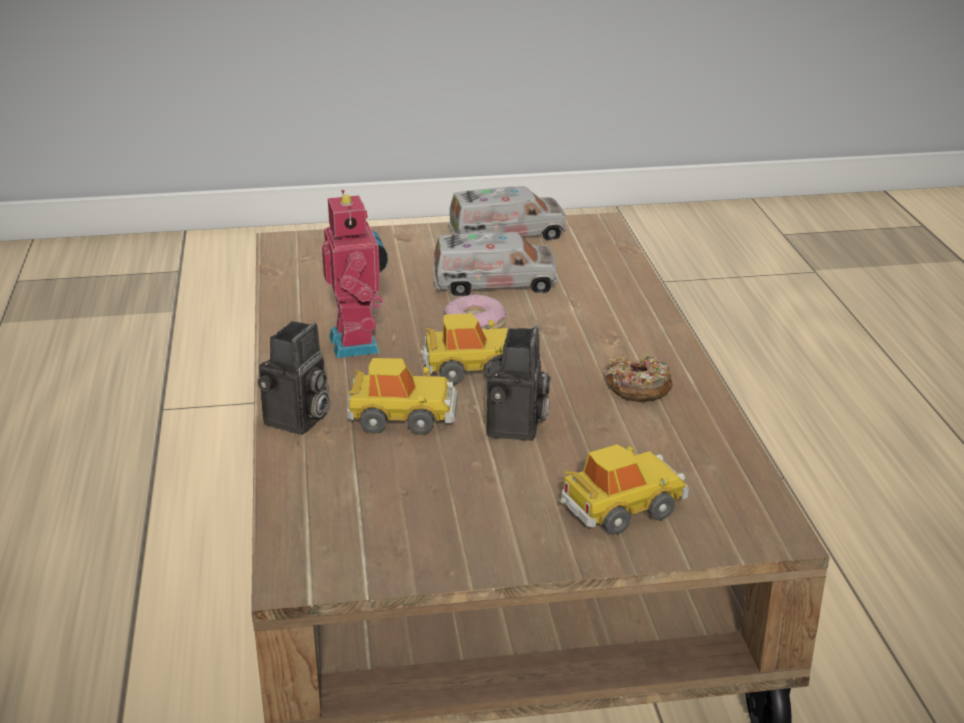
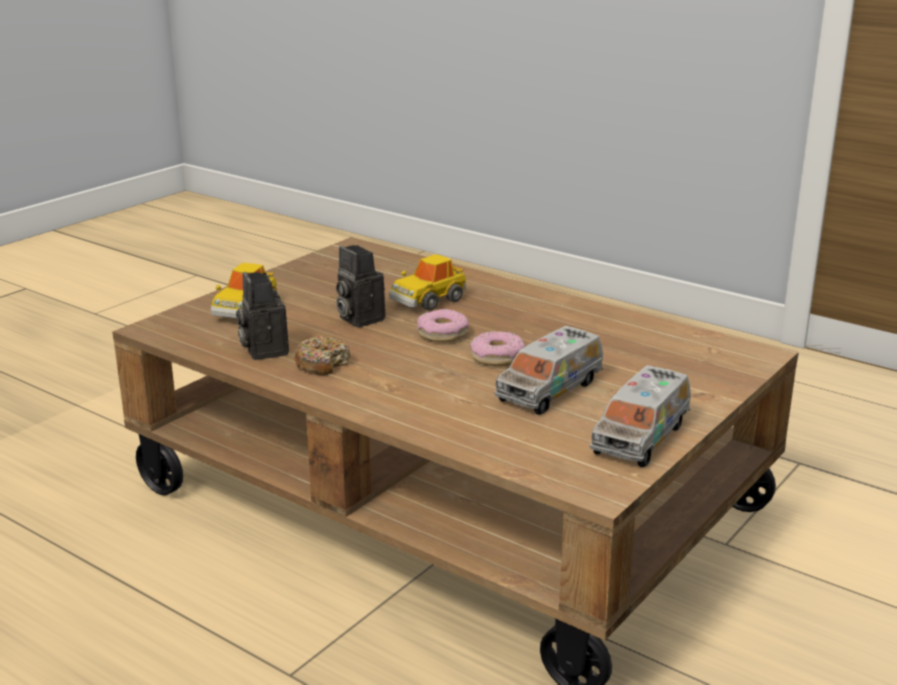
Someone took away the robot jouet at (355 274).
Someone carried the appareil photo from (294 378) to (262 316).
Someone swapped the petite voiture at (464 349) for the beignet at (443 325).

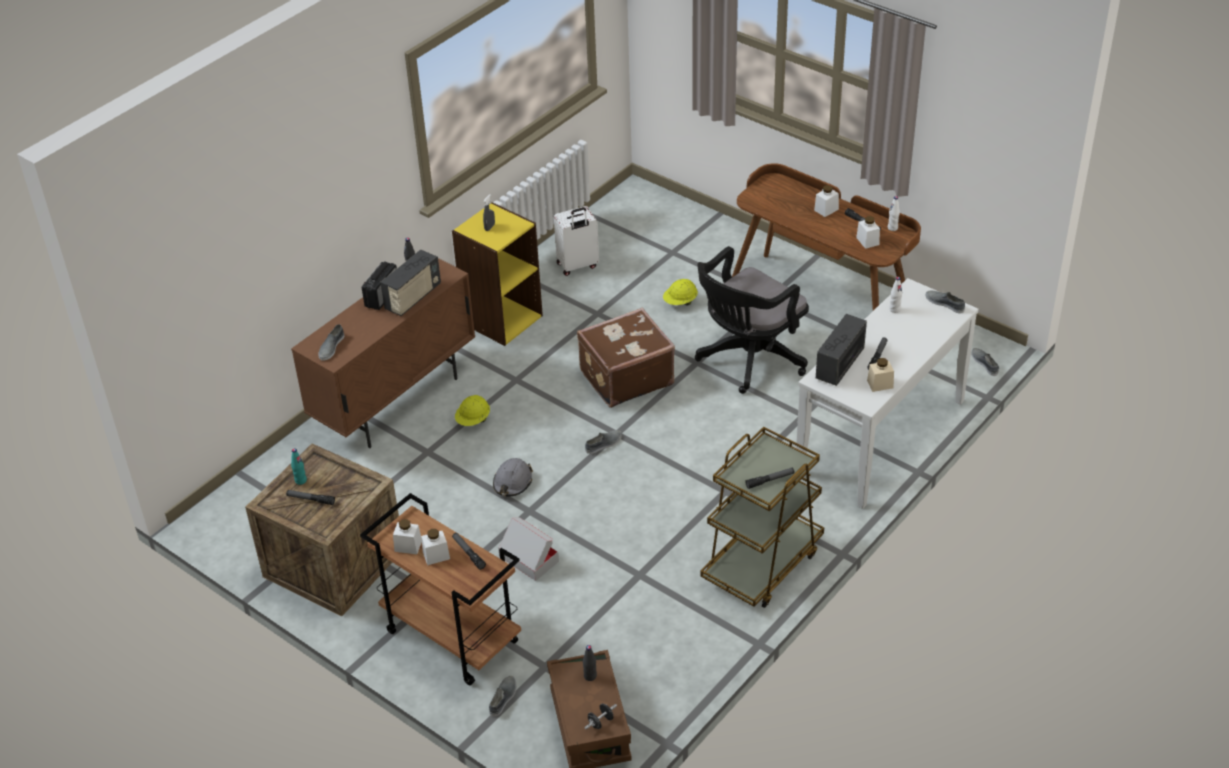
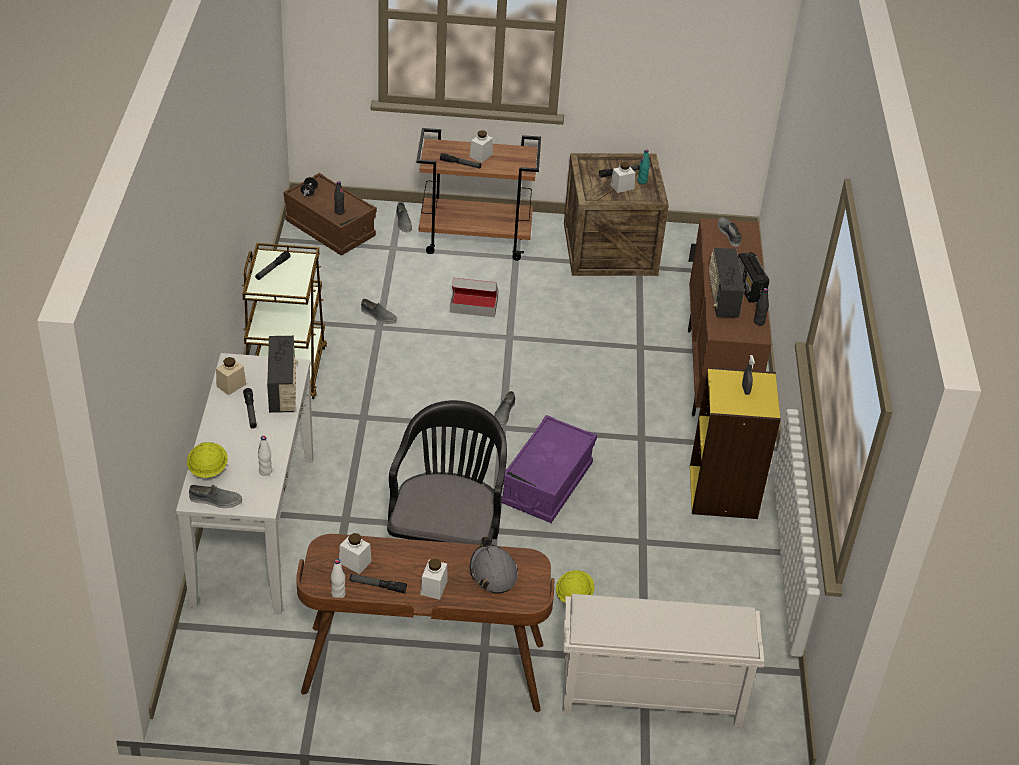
Someone took away the valise [blanc] at (576 241).
Someone put down the étagère à chaussures [blanc] at (663 661).
Someone carried the bocal [blanc] from (407 536) to (622 177).
Someone carried the casque de chantier [jaune] from (472 410) to (207 460).
Someone carried the casque de chantier [gris] from (513 477) to (494 565).
Someone carried the chaussure [gris] from (985 362) to (379 311).
Someone swapped the valise [marron] at (626 358) for the boîte de rangement [violet] at (549 469).

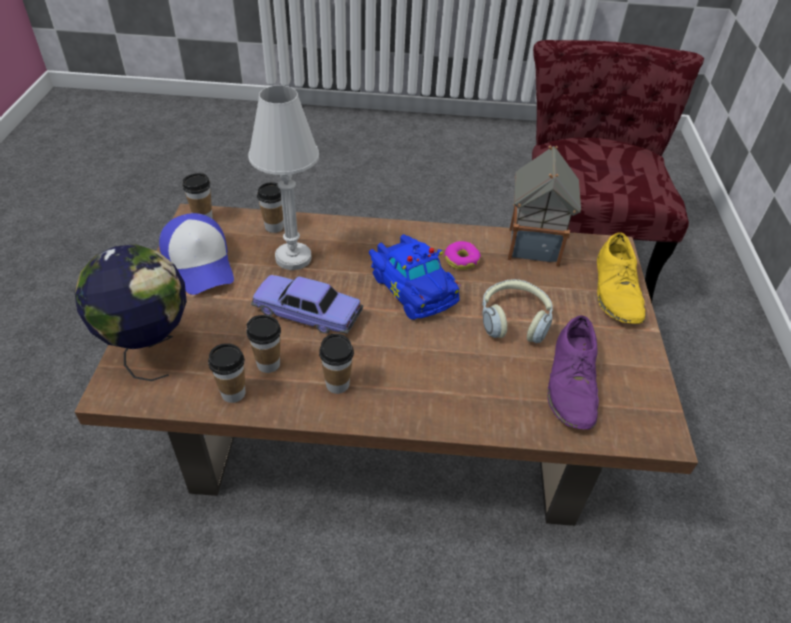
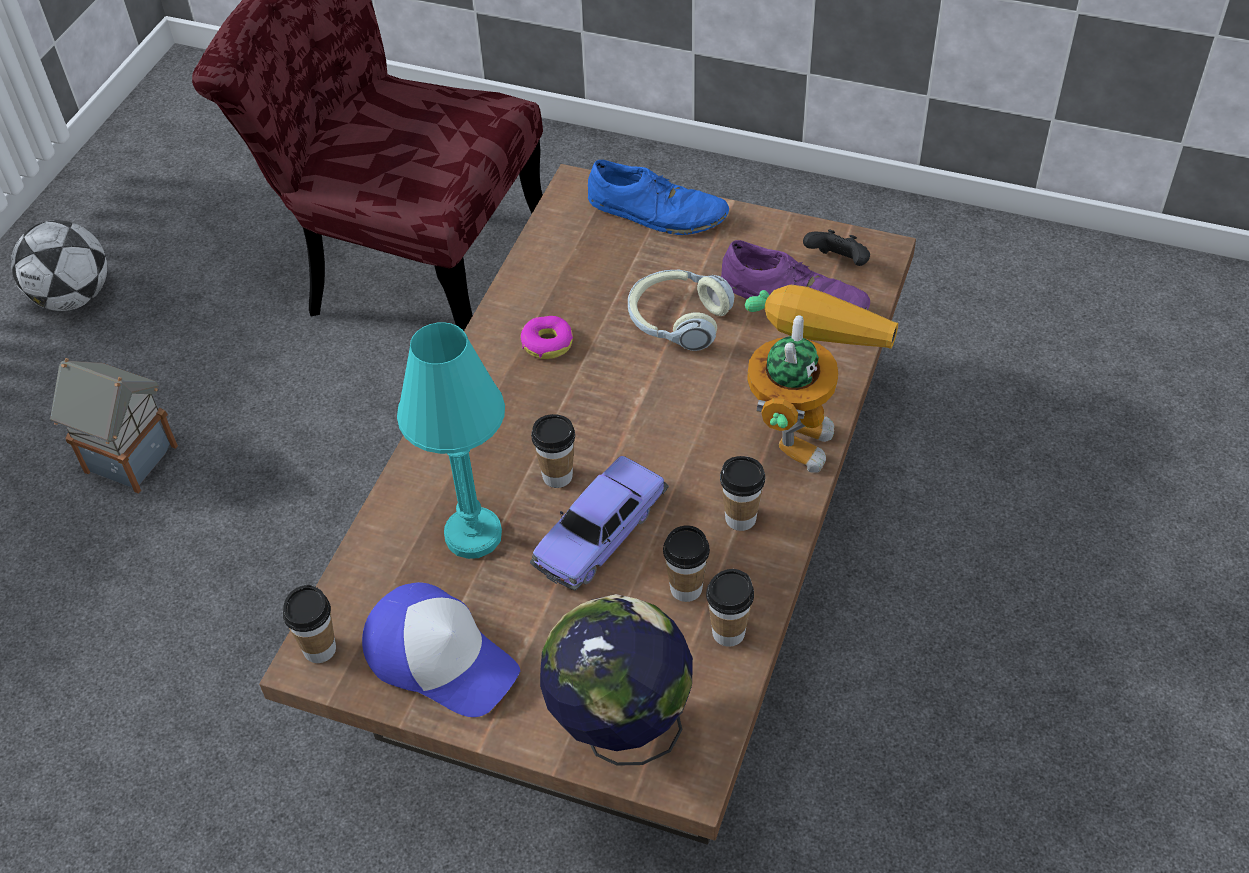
Someone took away the petite voiture [bleu] at (415 277).
Someone put down the ballon de foot at (59 265).
Someone put down the robot jouet at (821 379).
Someone put down the manette [noir] at (836 247).
Someone carried the tasse from (270 207) to (553 451).
Someone carried the maison miniature from (544 206) to (114 426).
Someone repainted the lampe de table [blanc] at (283 177), which became the lampe de table [turquoise] at (451 440).
Someone repainted the chaussure [jaune] at (621 278), which became the chaussure [bleu] at (658 197).
Someone rotated the casquette at (196 254) by 45 degrees clockwise.

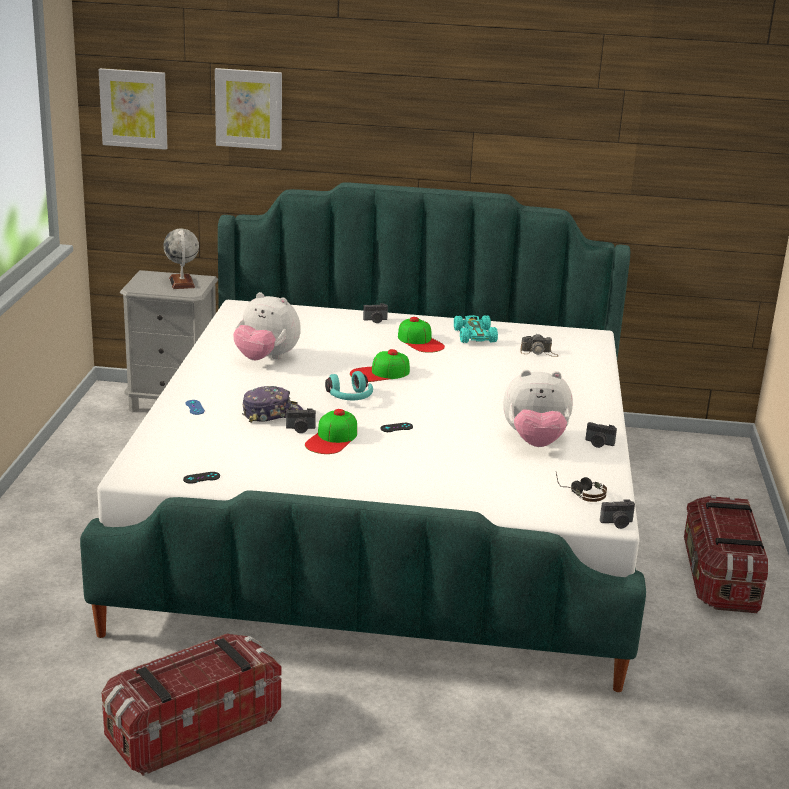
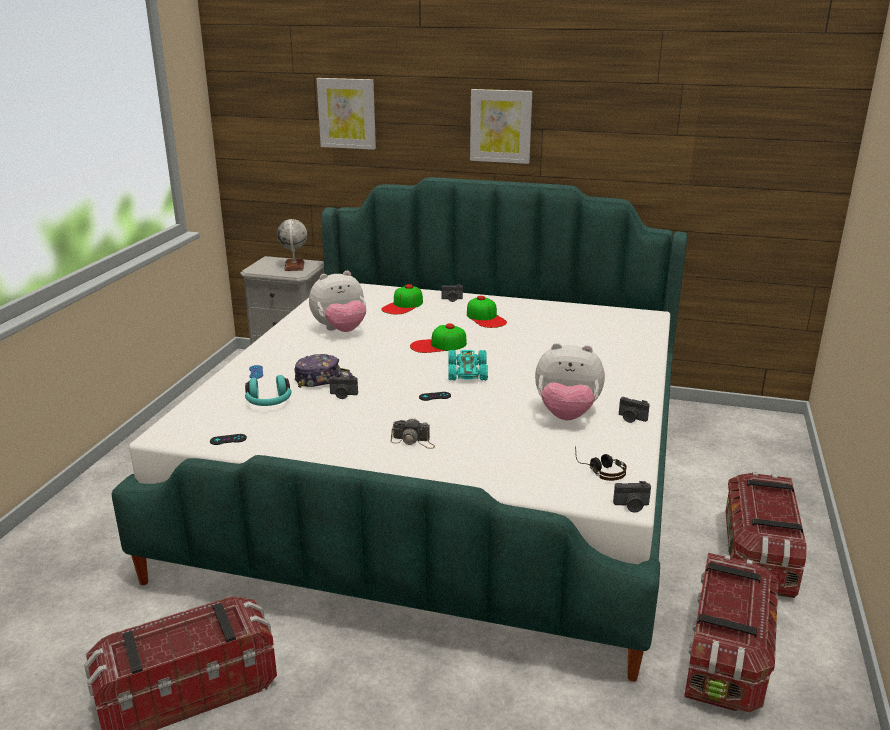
Someone put down the boîte de rangement at (731 633).
Someone carried the tableau from (133 109) to (501 126).
Someone carried the casquette from (331 431) to (402 299).
Someone carried the casque audio [turquoise] from (349 385) to (268 390).
Someone carried the petite voiture [turquoise] from (476 329) to (468 365).
Someone carried the appareil photo from (539 345) to (412 433).
Someone rotated the peluche at (267 326) by 60 degrees counterclockwise.

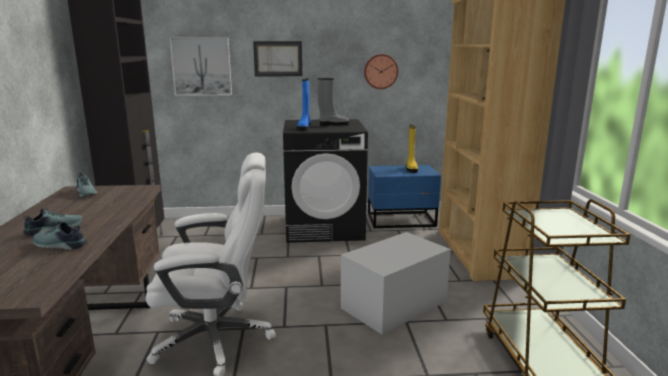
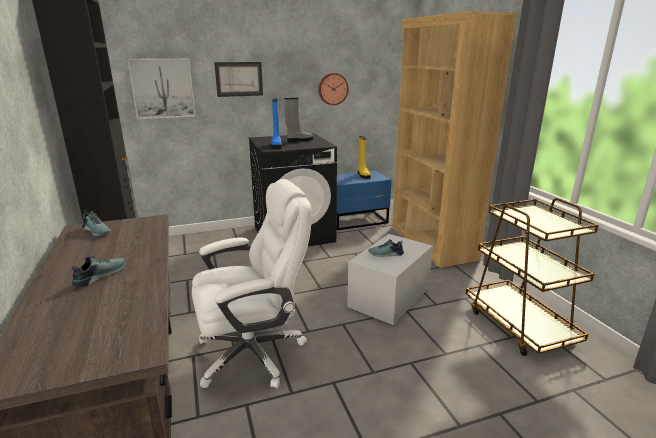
Someone carried the chaussure from (60 235) to (386 248).

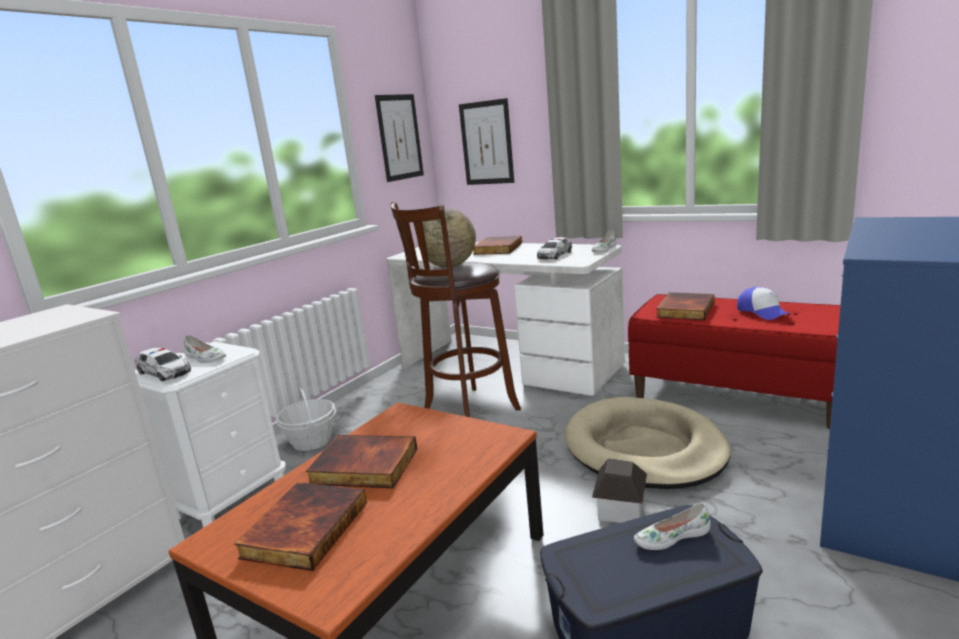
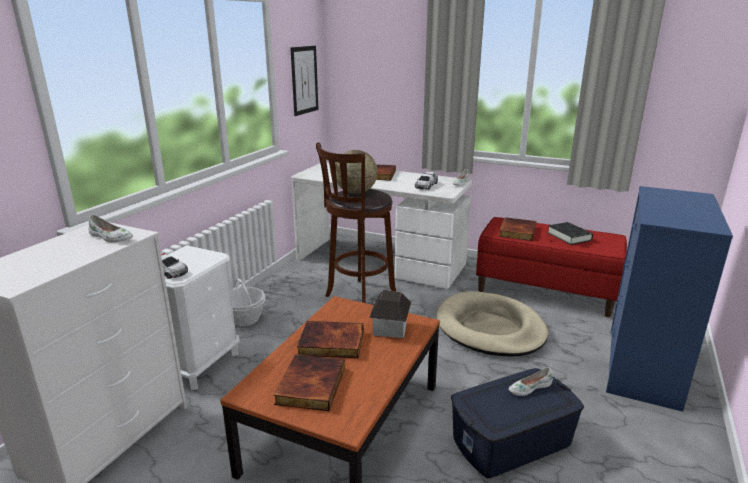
Someone took away the tableau at (486 141).
Someone carried the chaussure [blanc] from (205 349) to (110 228).
Someone carried the maison miniature from (619 490) to (390 314).
Someone swapped the casquette at (764 303) for the livre [noir] at (570 233).

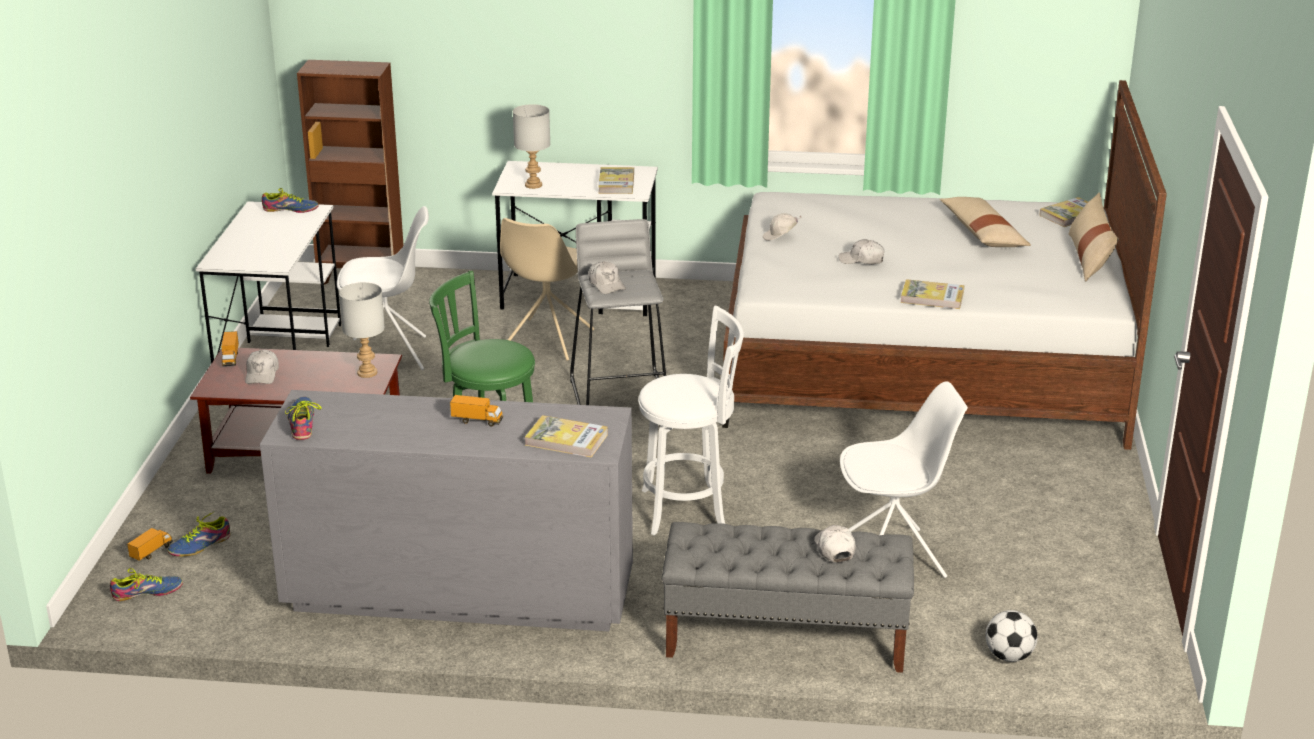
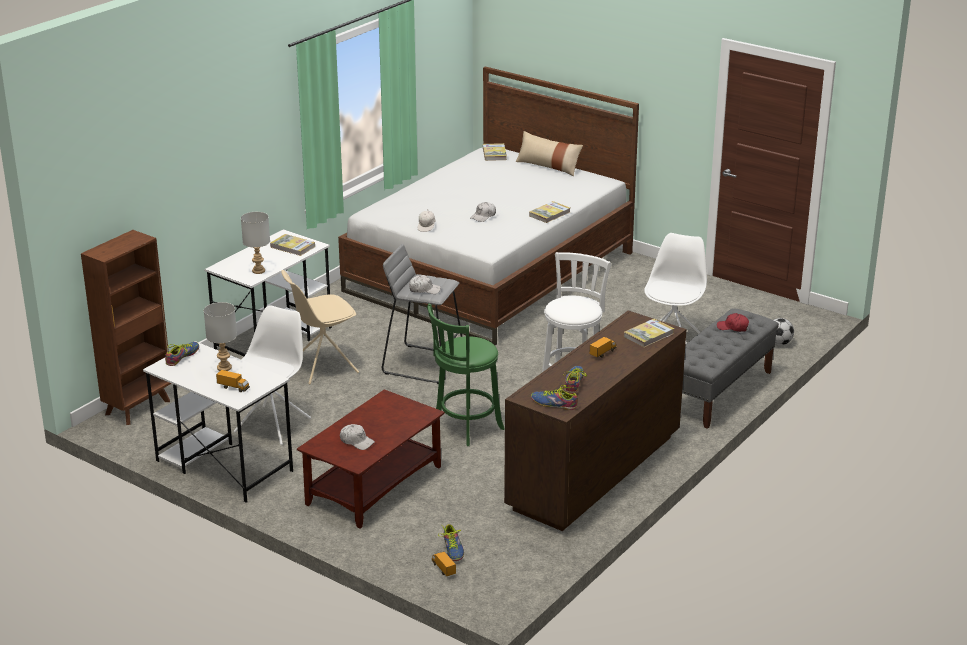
Someone took away the coussin [beige] at (985 222).
Someone carried the chaussure from (146 584) to (575 380).
Someone carried the camion jouet from (230 348) to (233 381).
Someone carried the lampe de table [gris] from (362 330) to (220 336).
Someone repainted the commode [gris] at (446 510), which became the commode [marron] at (595 420).
Someone repainted the casquette [blanc] at (835 543), which became the casquette [rouge] at (733 322).
Someone rotated the chaise [beige] at (547 289) by 105 degrees clockwise.

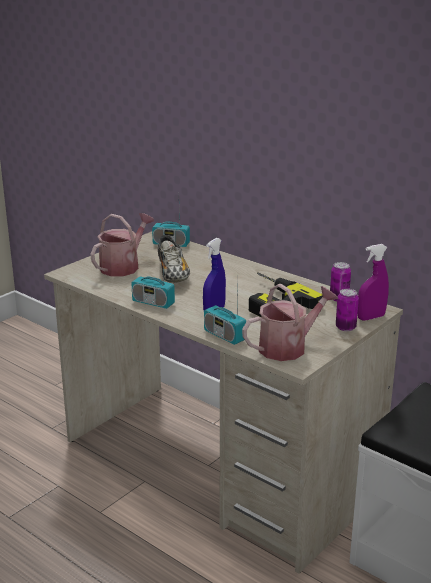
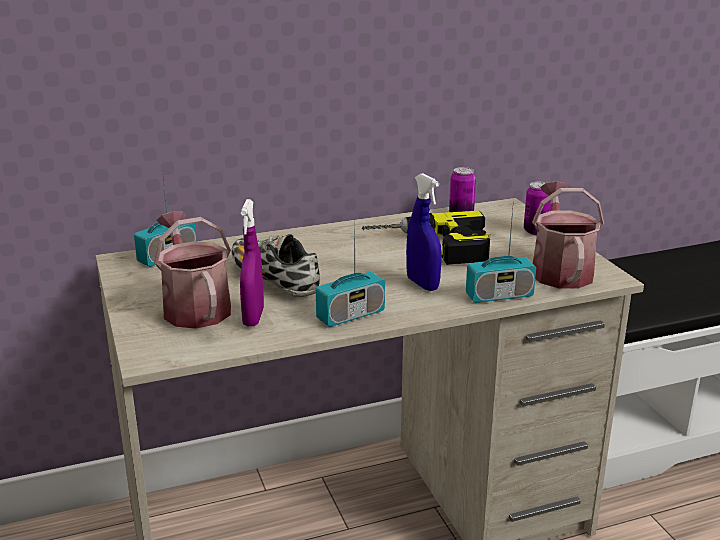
Someone carried the vaporisateur [violet] from (373 282) to (252 262).
Someone rotated the chaussure at (174 259) by 150 degrees counterclockwise.

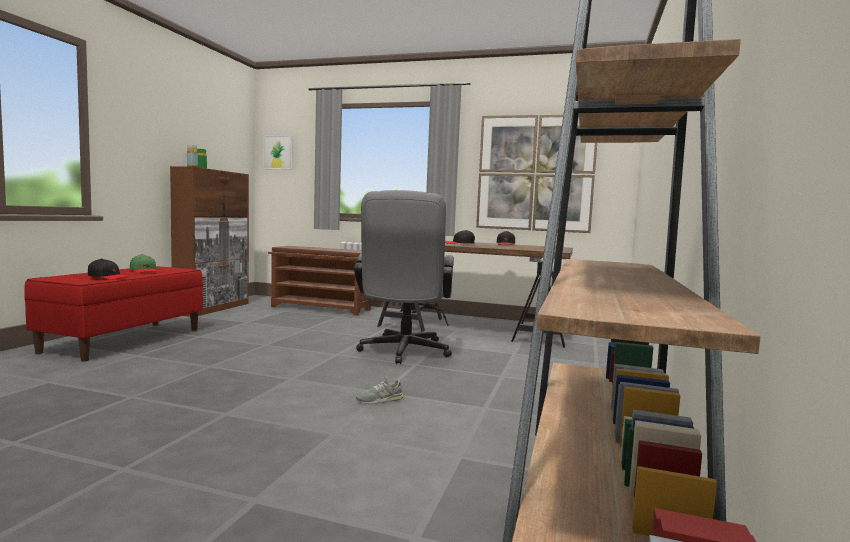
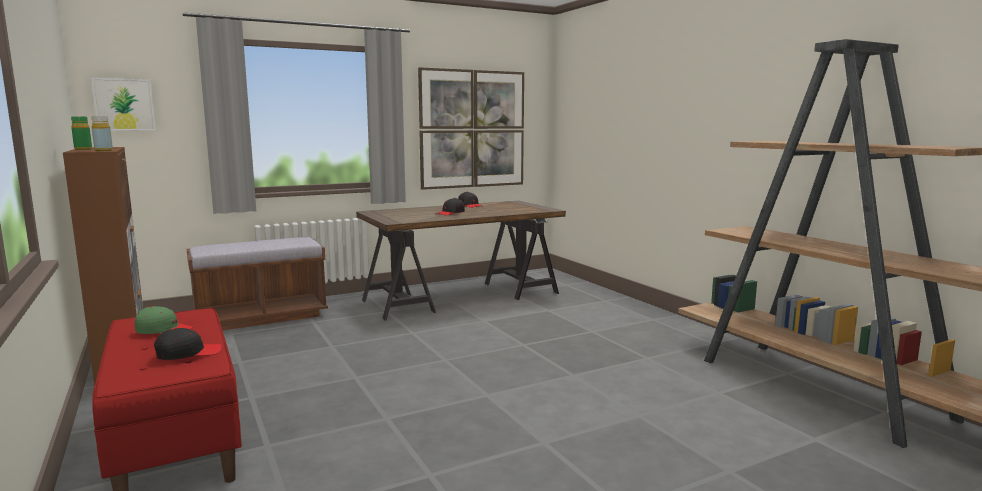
Someone took away the chaise de bureau [gris] at (404 277).
Someone took away the chaussure [gris] at (380 390).
Someone swapped the étagère à chaussures [marron] at (319 281) for the banc [marron] at (257 283).

